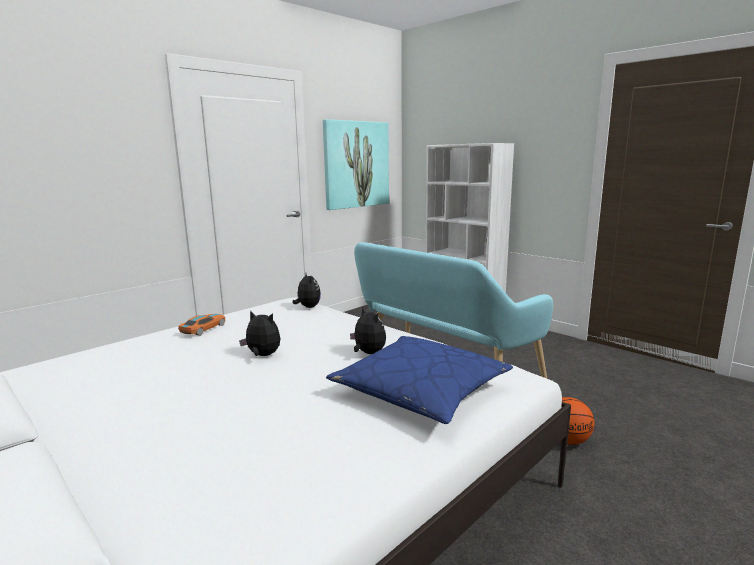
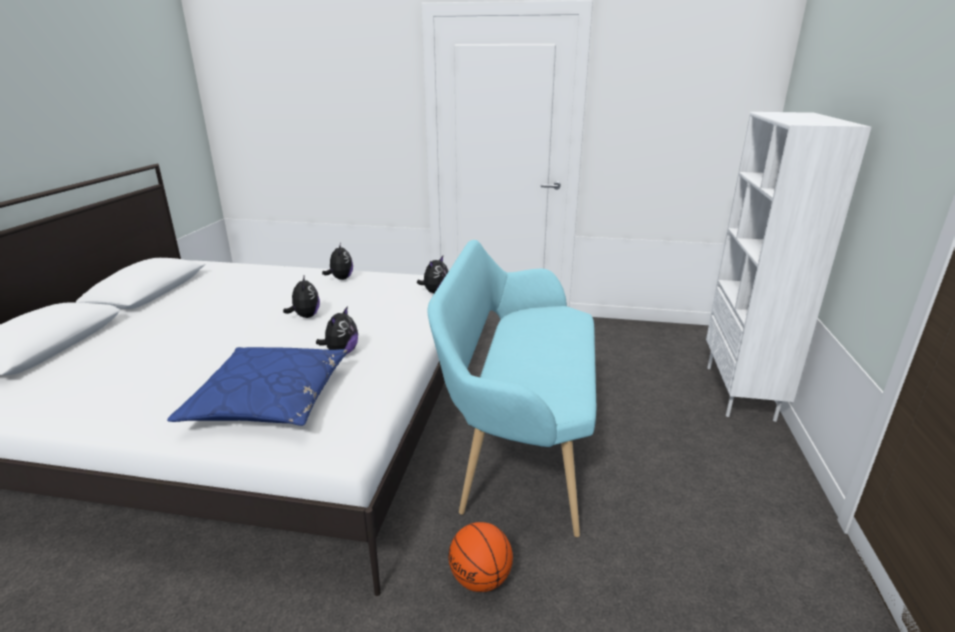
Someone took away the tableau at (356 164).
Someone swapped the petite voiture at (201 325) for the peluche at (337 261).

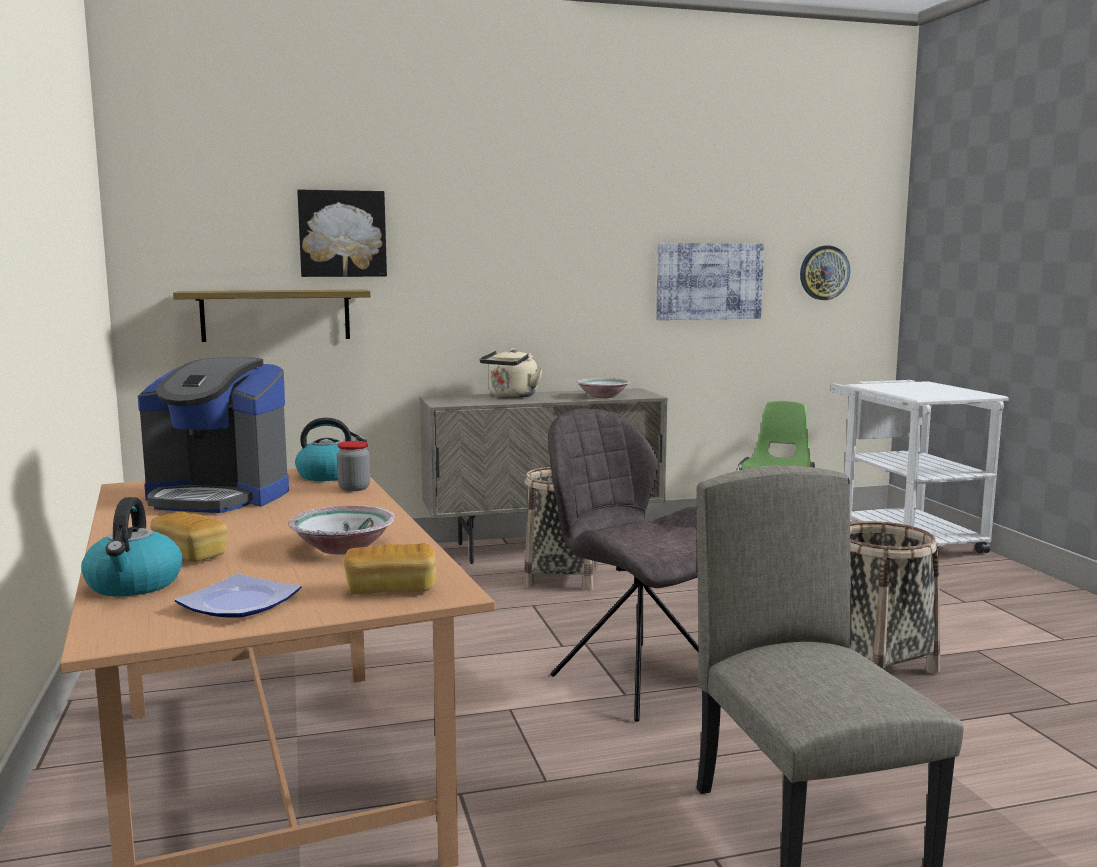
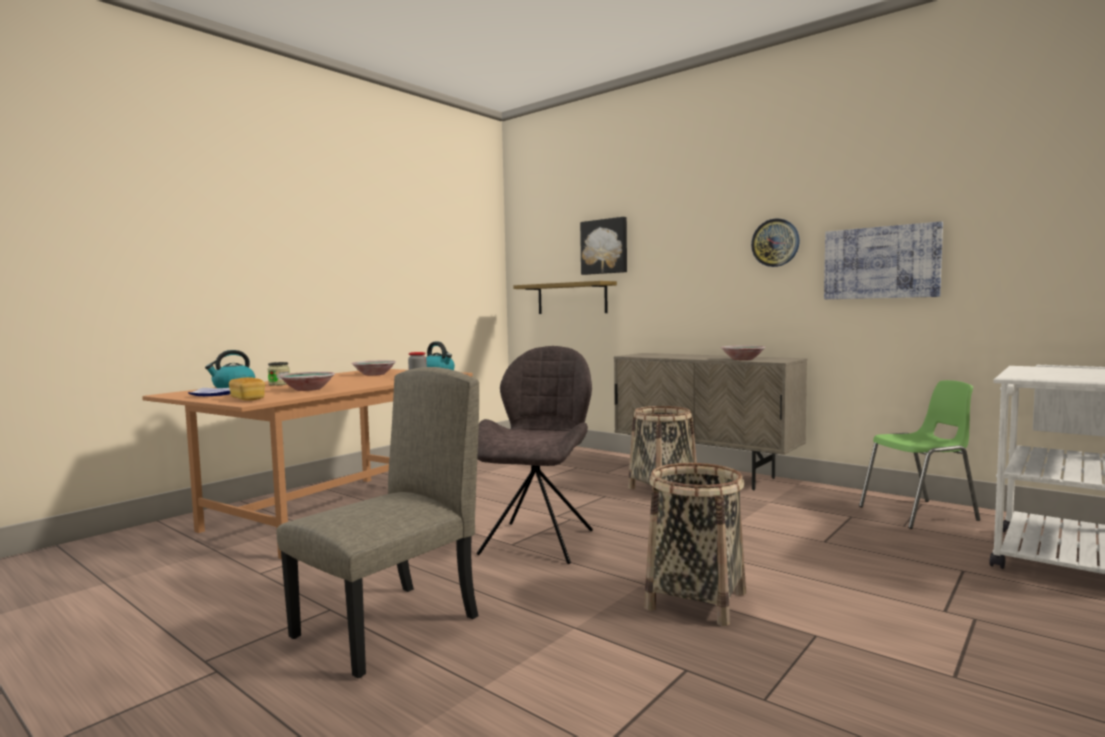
Someone took away the bouilloire [beige] at (511 373).
Someone carried the horloge murale from (825 273) to (775 242).
Someone swapped the machine à café at (213 435) for the bol at (374 368).
Someone swapped the pain at (188 537) for the bocal at (279 374).

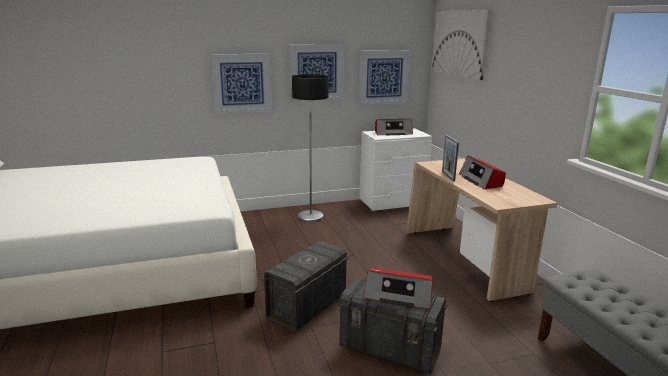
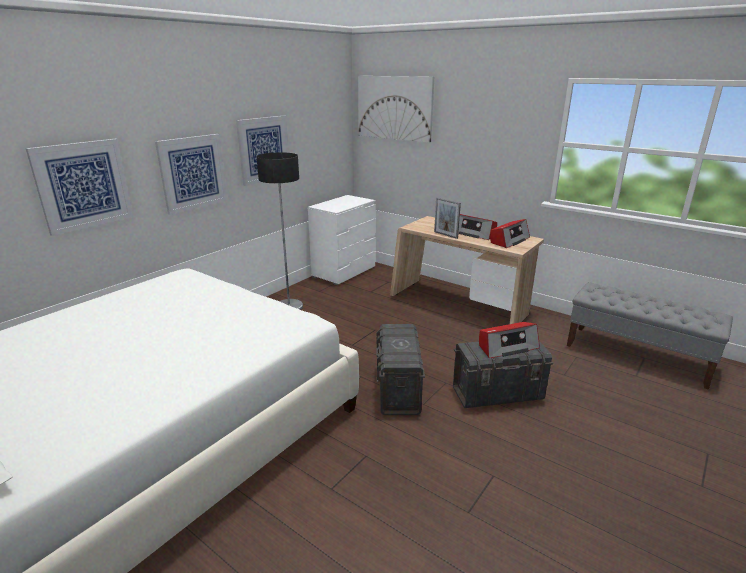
Someone carried the tableau from (384 77) to (79 187).
Someone carried the radio from (394 127) to (510 233).

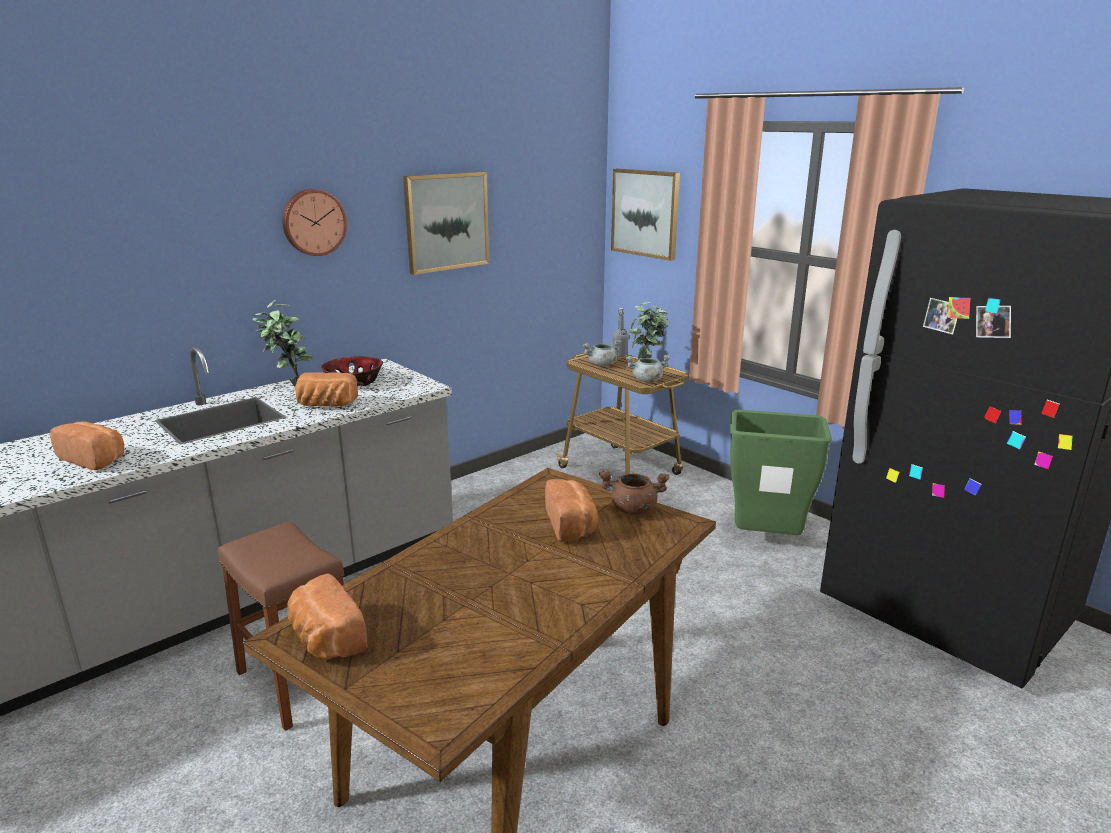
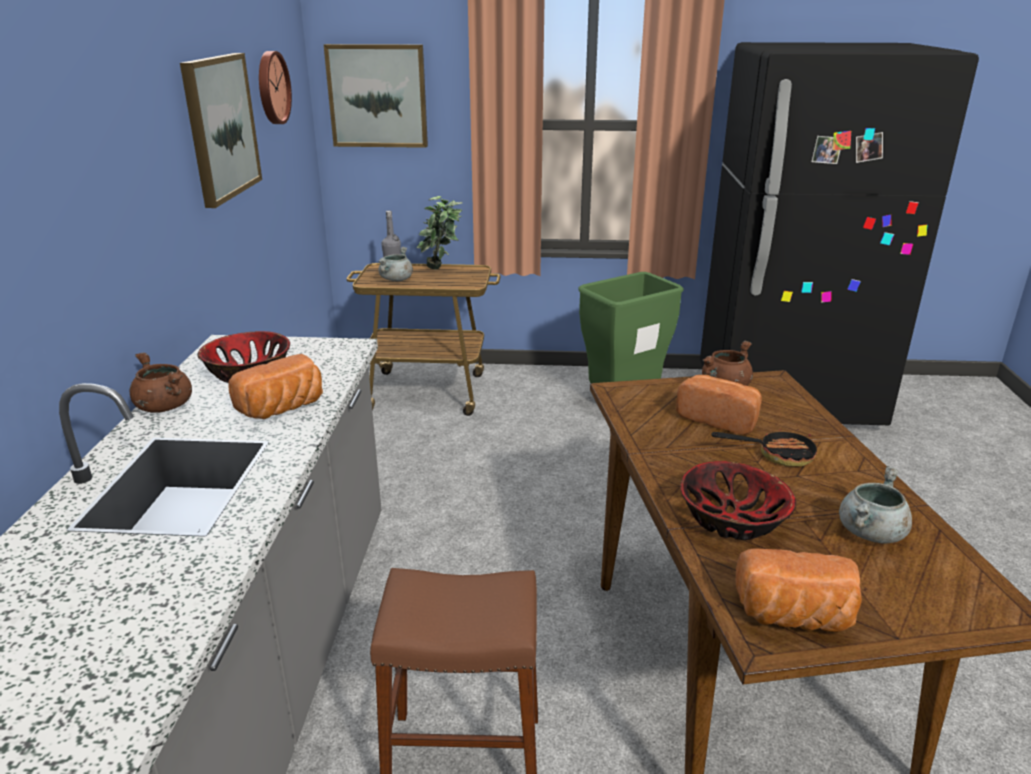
Someone took away the pain at (87 445).
Someone put down the bol at (738 500).
Someone put down the poêle at (764 448).
Someone carried the horloge murale from (314 222) to (275 87).
Someone carried the marmite [gris] from (648 368) to (875 505).
Someone swapped the plante en pot at (283 343) for the marmite [marron] at (161 382).

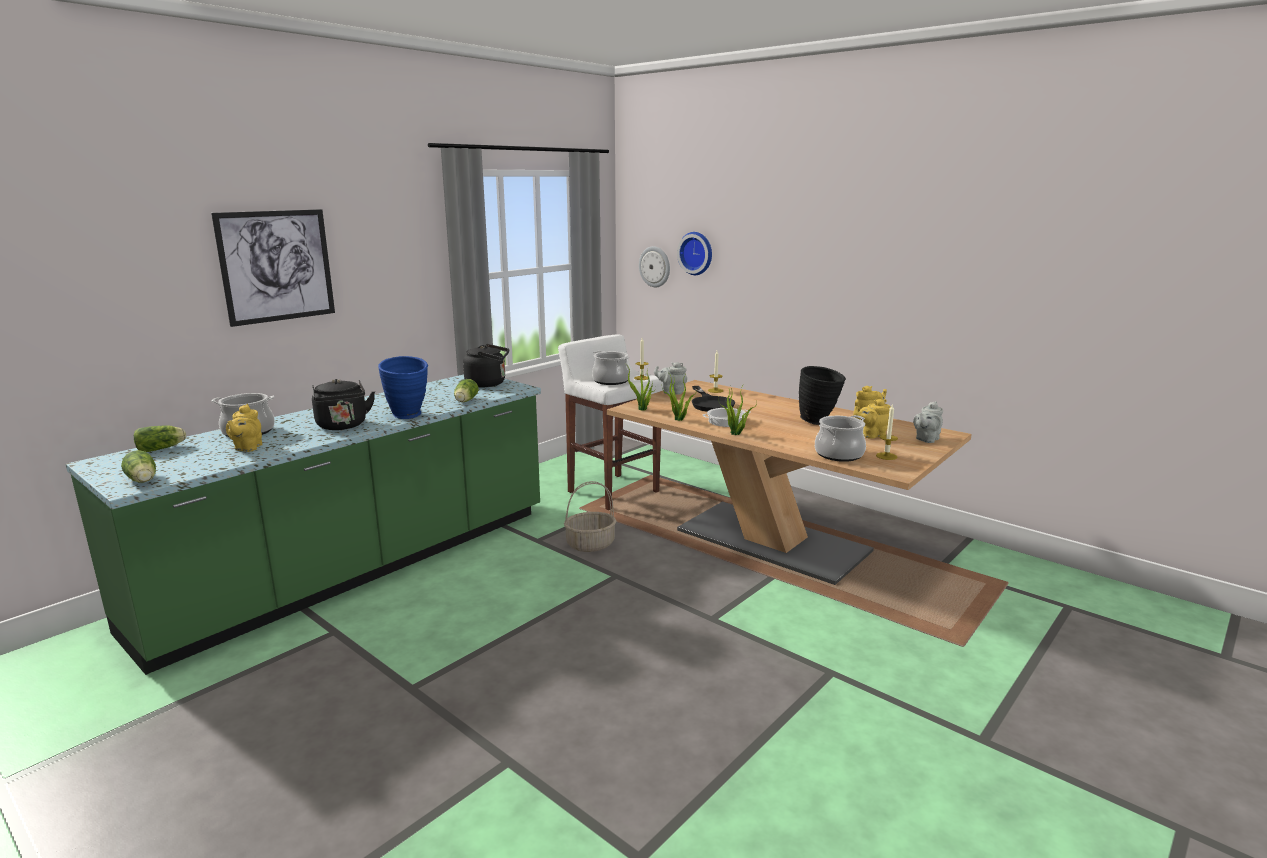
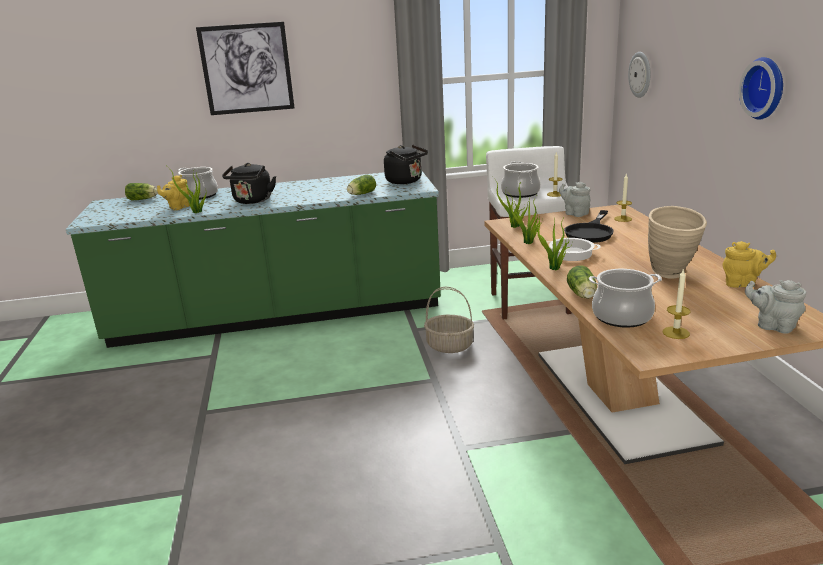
Someone took away the vase [bleu] at (403 387).
Someone took away the théière [jaune] at (872 419).
Someone put down the plante en pot at (188 190).
Someone carried the laitue from (138 466) to (582 282).
Someone carried the horloge murale from (694 253) to (761 88).
Someone repainted the vase [noir] at (822 395), which became the vase [beige] at (677 242).
Someone rotated the théière [gris] at (928 422) by 45 degrees clockwise.

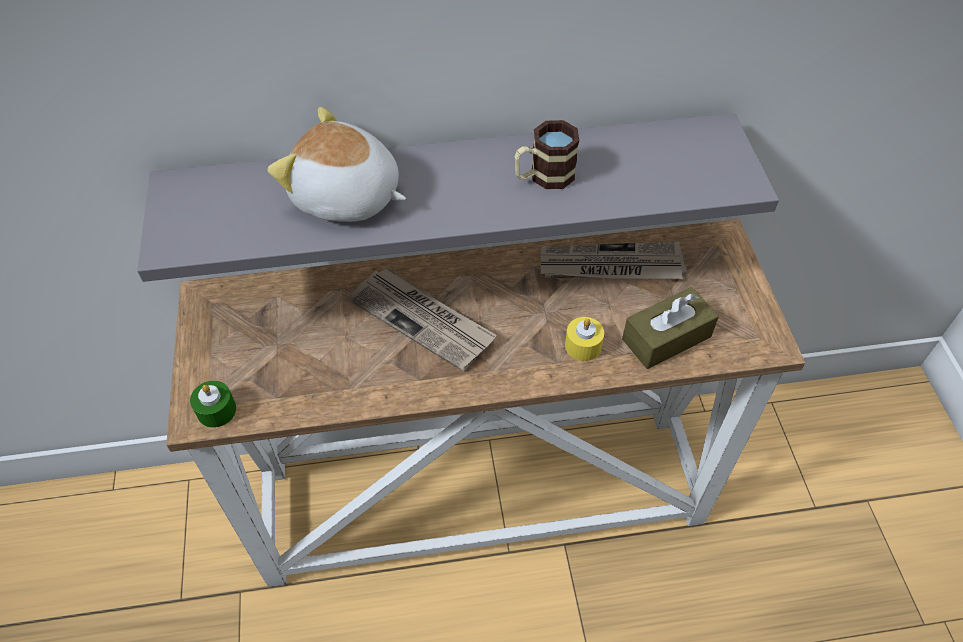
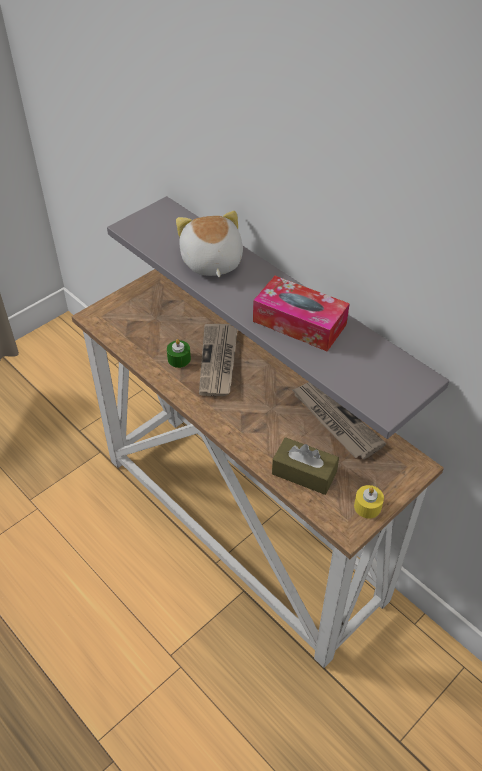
Someone carried the bougie [vert] from (213 404) to (179 353).
Someone carried the bougie [jaune] from (584 339) to (369 501).
Someone swapped the mug at (547 154) for the boîte à mouchoirs at (301 313).

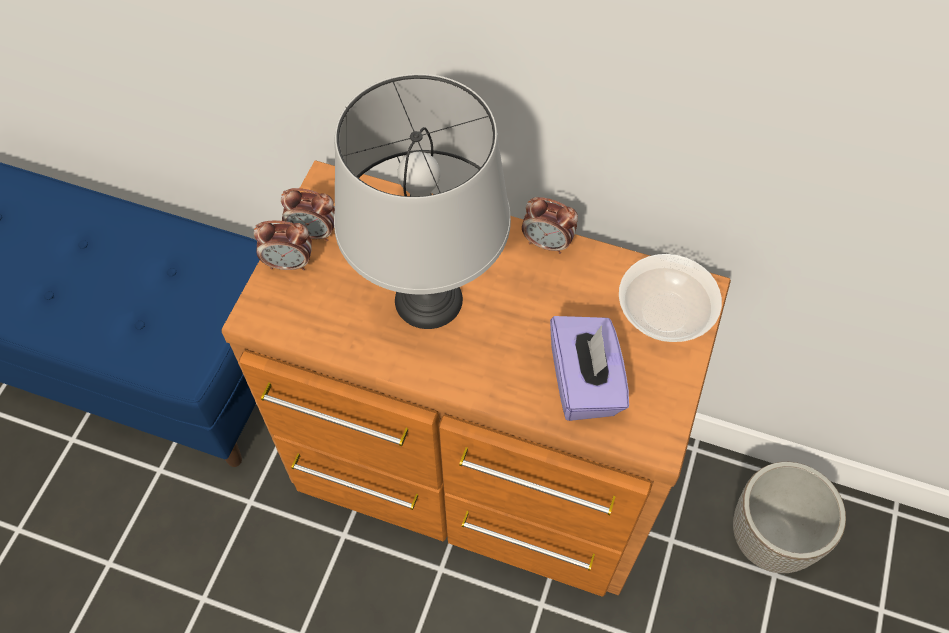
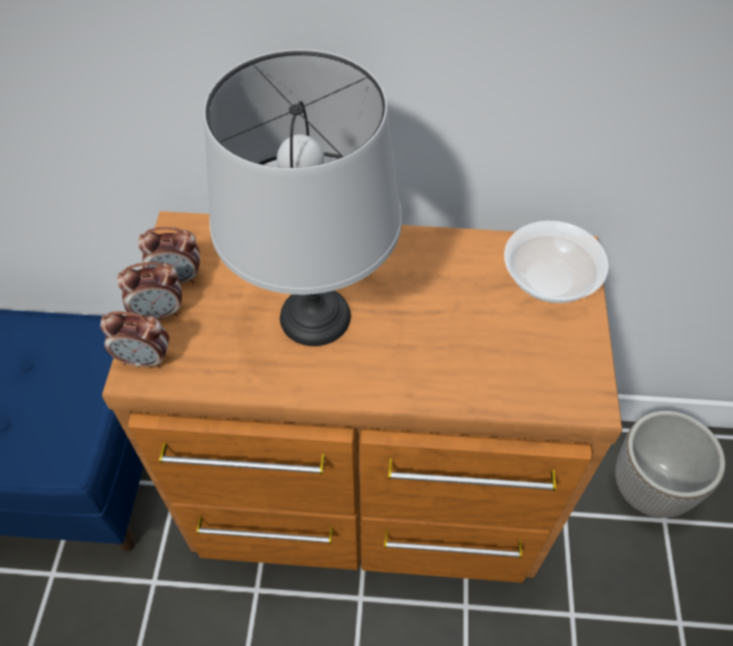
Someone took away the boîte à mouchoirs [violet] at (589 368).
Someone carried the réveil from (550 225) to (134 339).

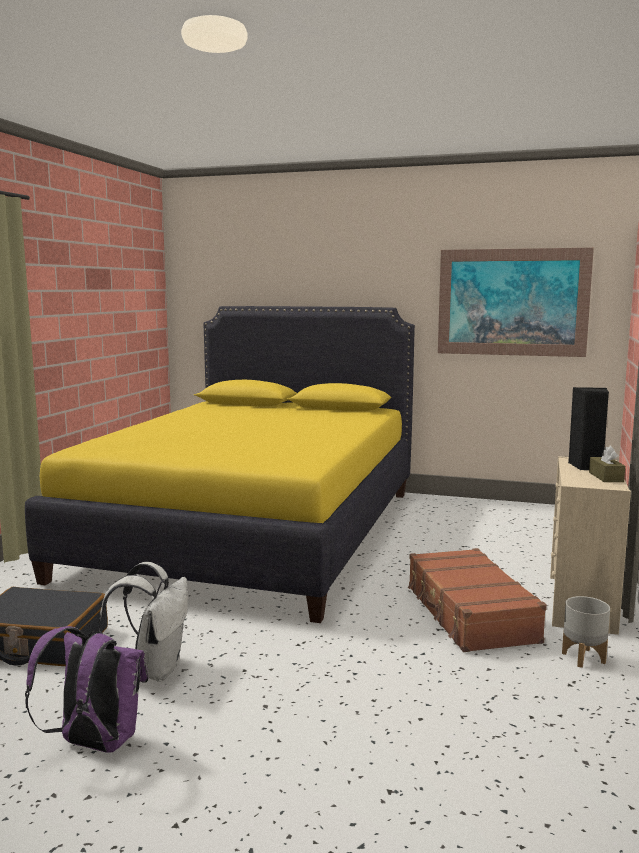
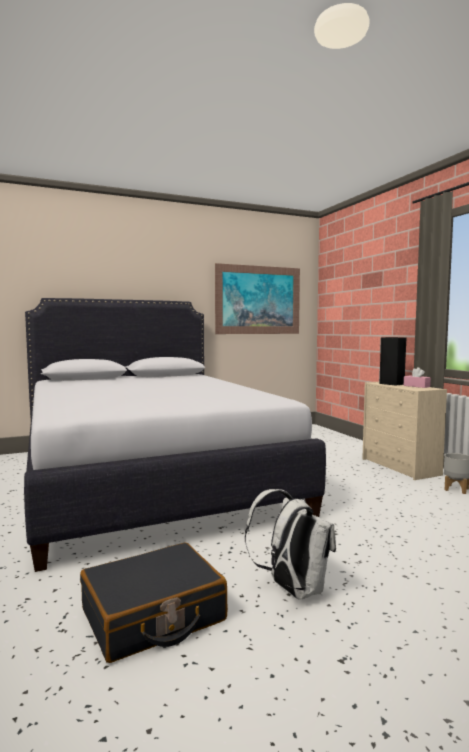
Someone took away the sac à dos [violet] at (86 689).
Someone took away the valise [marron] at (477 600).
Someone repainted the lit [jaune] at (220 464), which became the lit [blanc] at (175 435).
Someone repainted the boîte à mouchoirs [marron] at (607 464), which became the boîte à mouchoirs [rose] at (417 377).

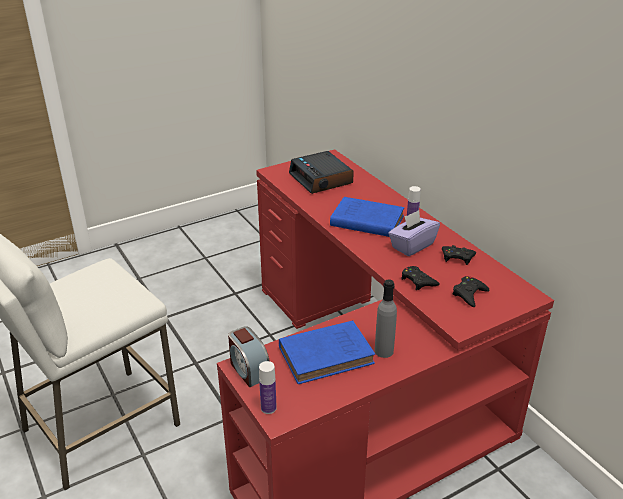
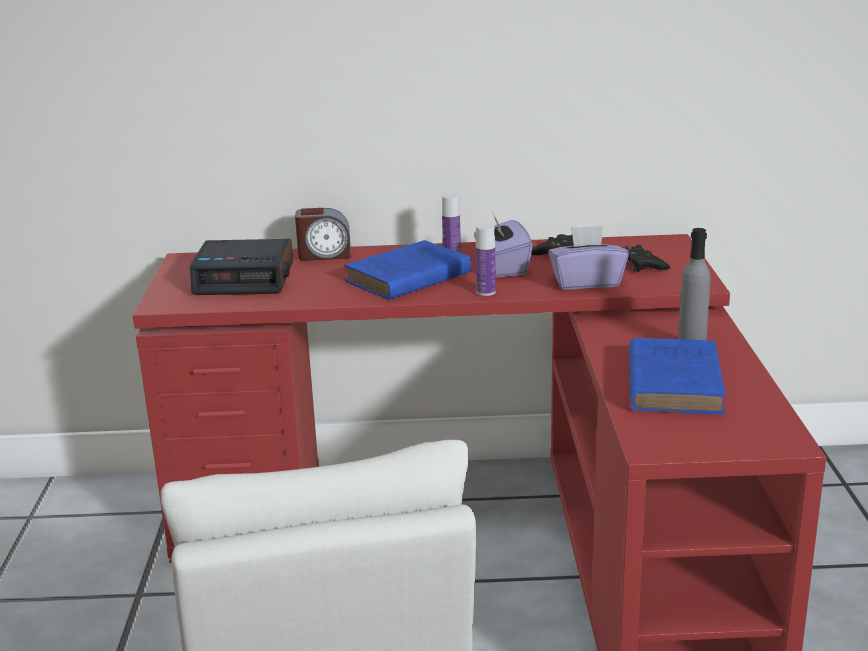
Someone carried the réveil from (249 356) to (323 234).
Someone carried the bouteille from (268 387) to (486 259).
Someone swapped the manette [noir] at (420 278) for the boîte à mouchoirs [violet] at (588 258).

